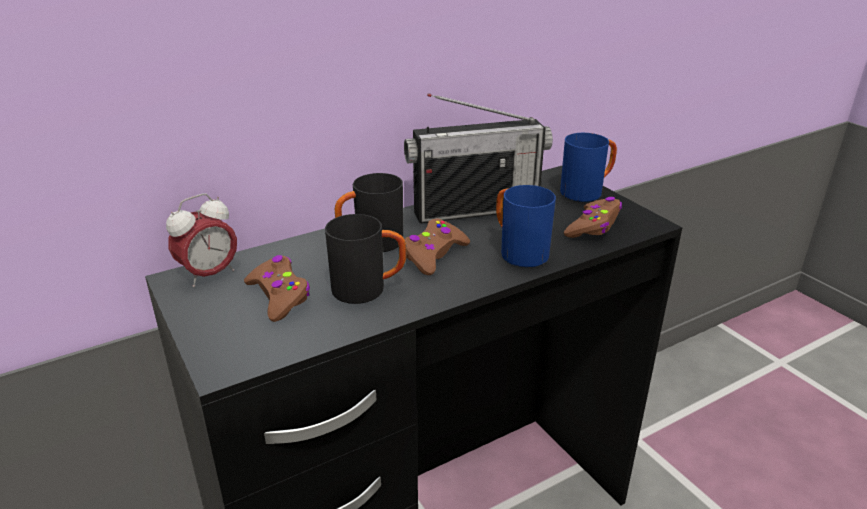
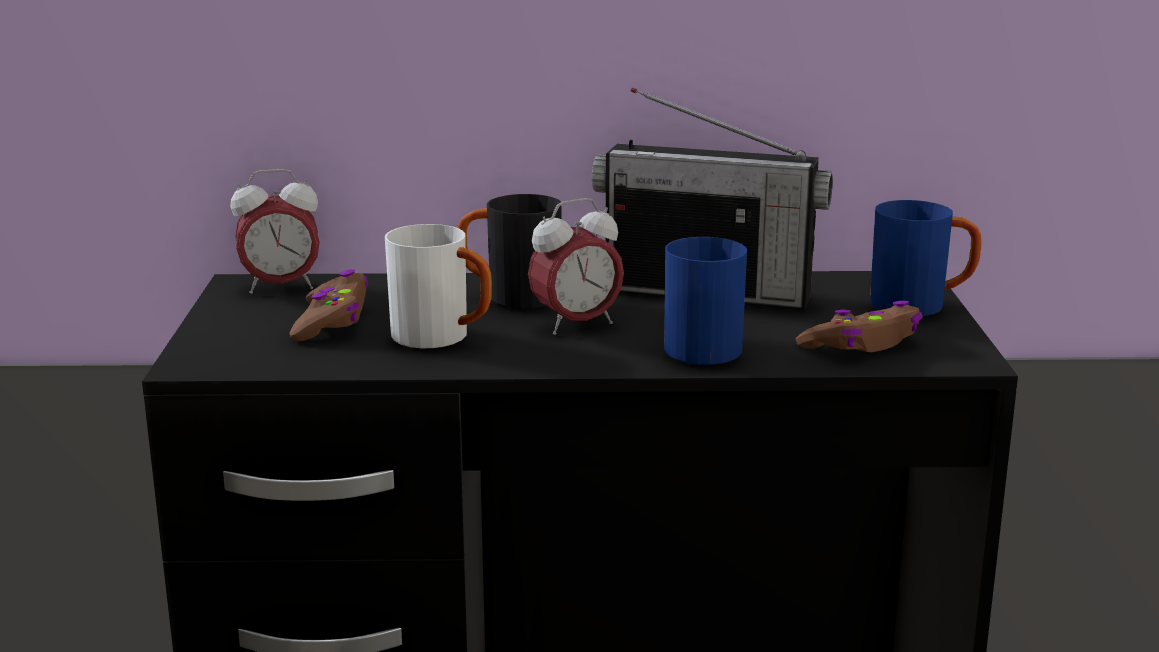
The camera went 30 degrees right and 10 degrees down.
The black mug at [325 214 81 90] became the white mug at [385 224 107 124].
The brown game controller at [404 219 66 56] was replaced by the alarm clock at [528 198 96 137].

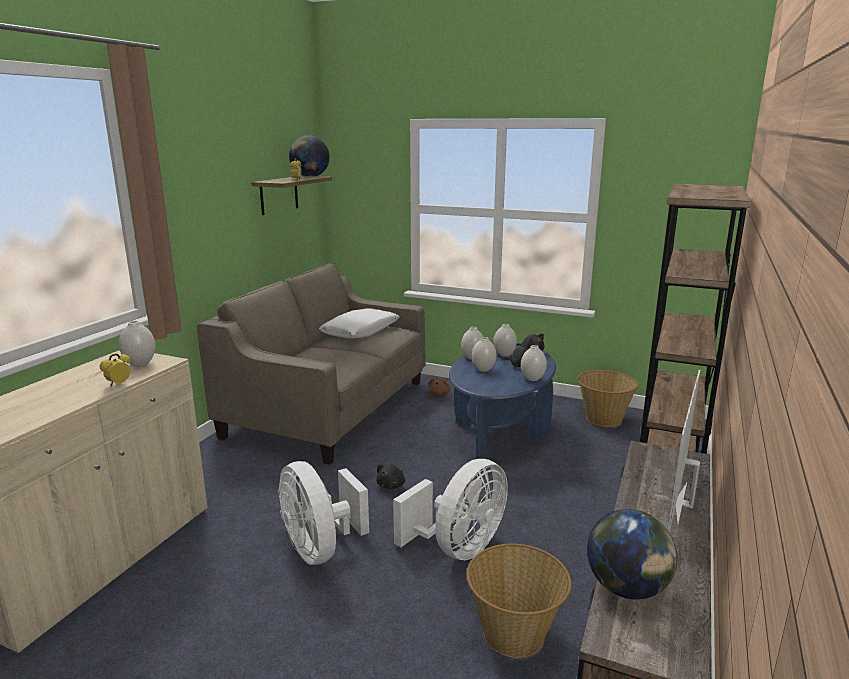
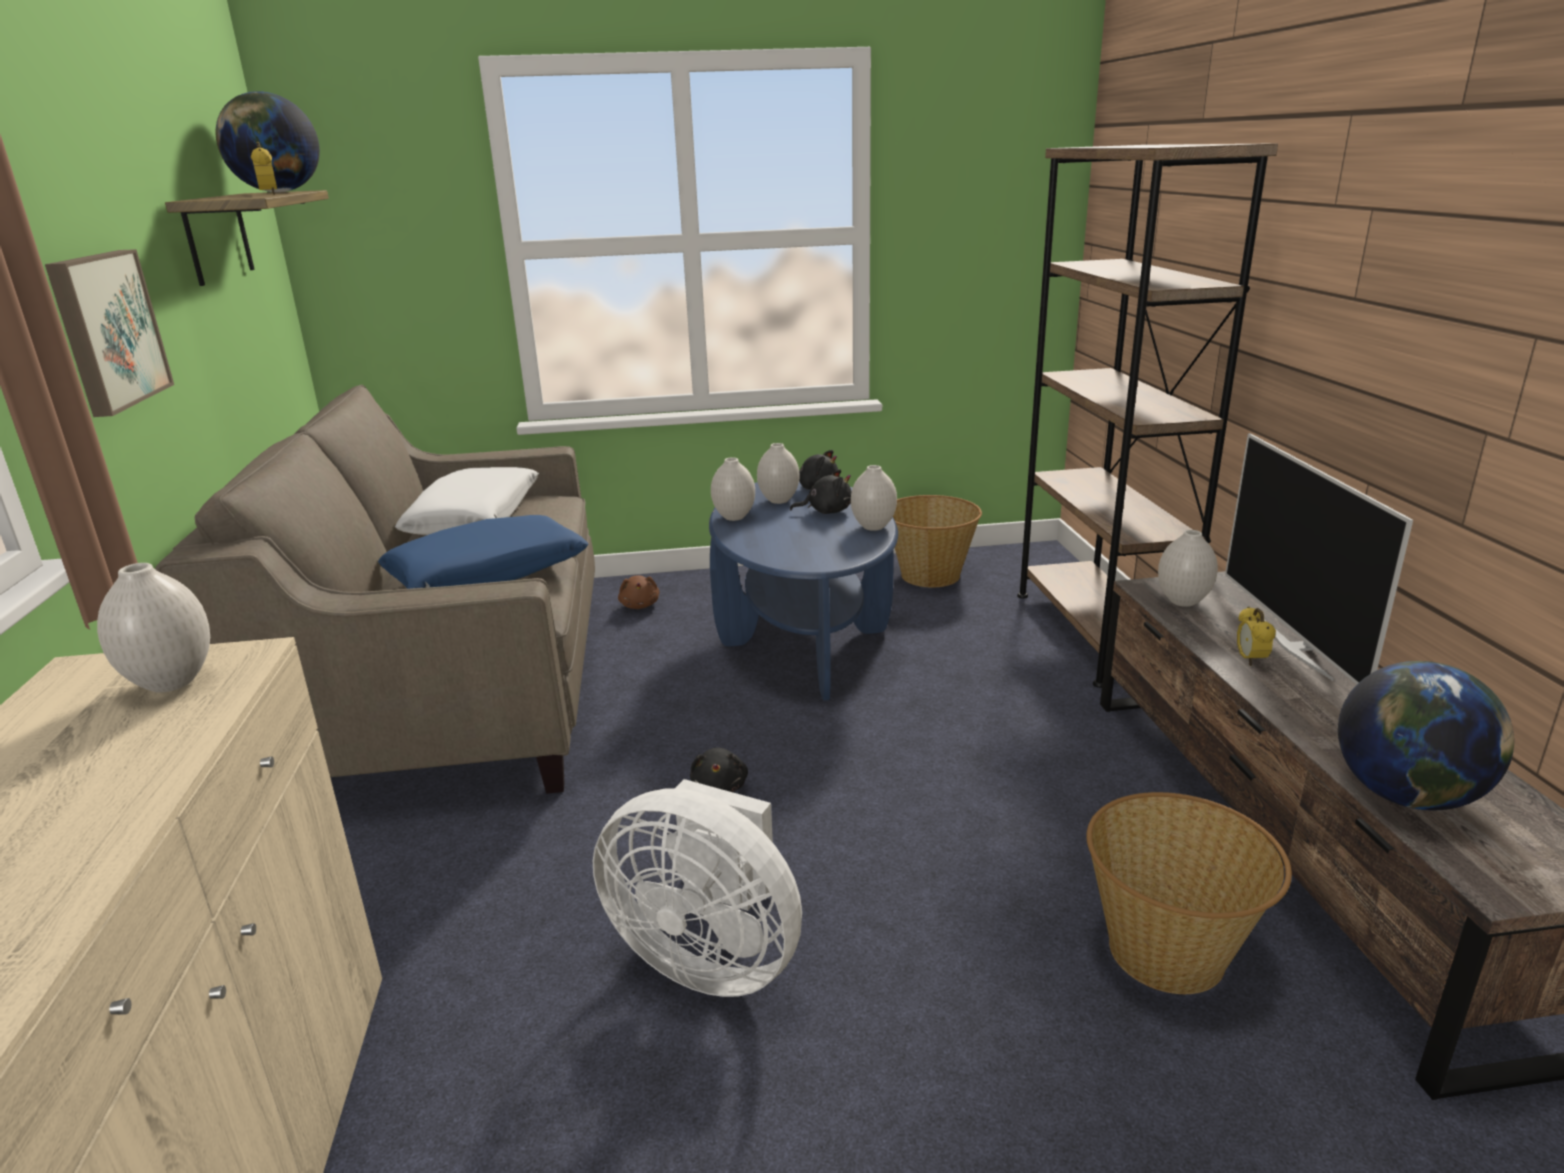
The camera went 30 degrees left and 5 degrees up.
The picture at [45 249 129 168] appeared.
The blue pillow at [378 515 211 74] appeared.
The white vase moved from [472 337 25 35] to [1158 530 60 77].
The alarm clock moved from [100 353 30 33] to [1237 607 39 59].
The white fan at [393 459 115 101] disappeared.

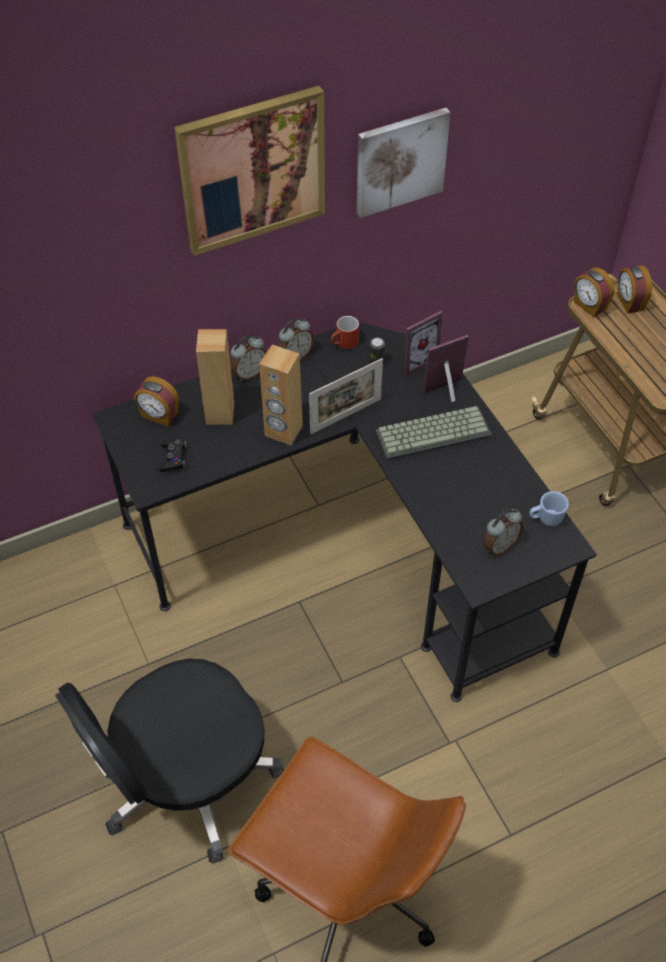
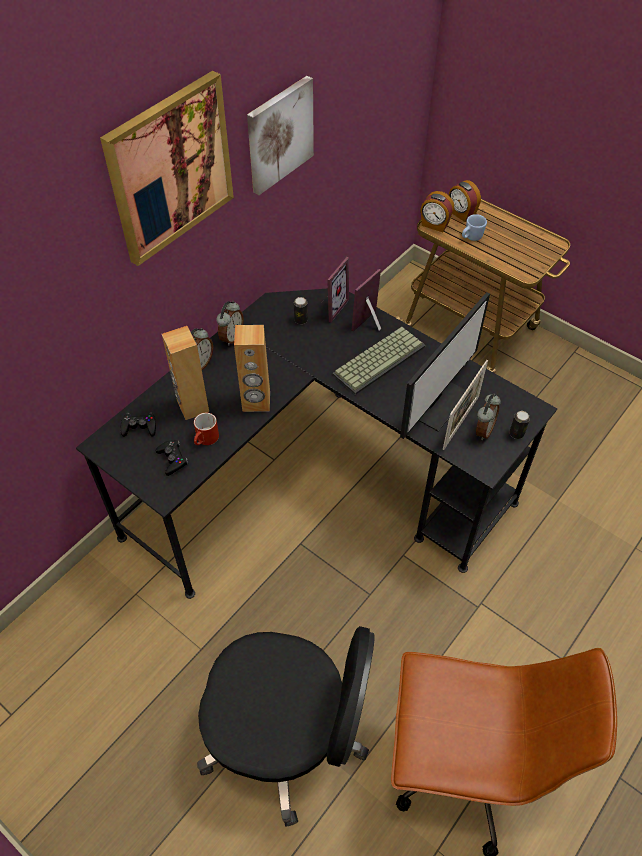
The camera went 25 degrees left and 0 degrees up.
The alarm clock at [134 376 45 50] was replaced by the black game controller at [120 412 36 25].
The red mug moved from [331 316 28 33] to [194 413 25 32].
The black office chair at [55 659 229 204] turned 105 degrees counterclockwise.
The monitor at [400 292 90 147] appeared.
The picture frame moved from [309 358 74 76] to [443 360 45 90].
The blue mug moved from [529 491 40 35] to [462 214 25 27].
The can at [509 411 21 28] appeared.

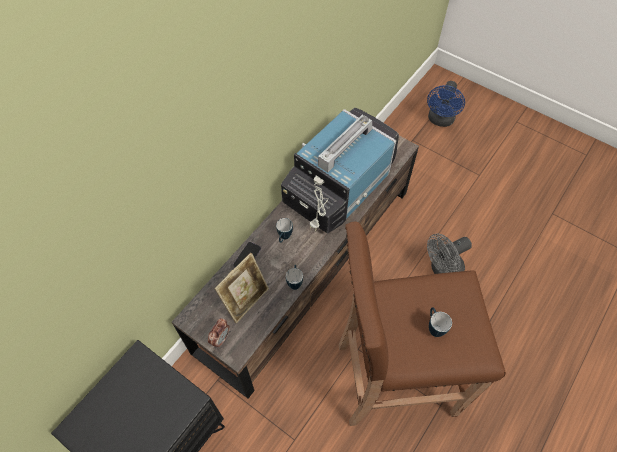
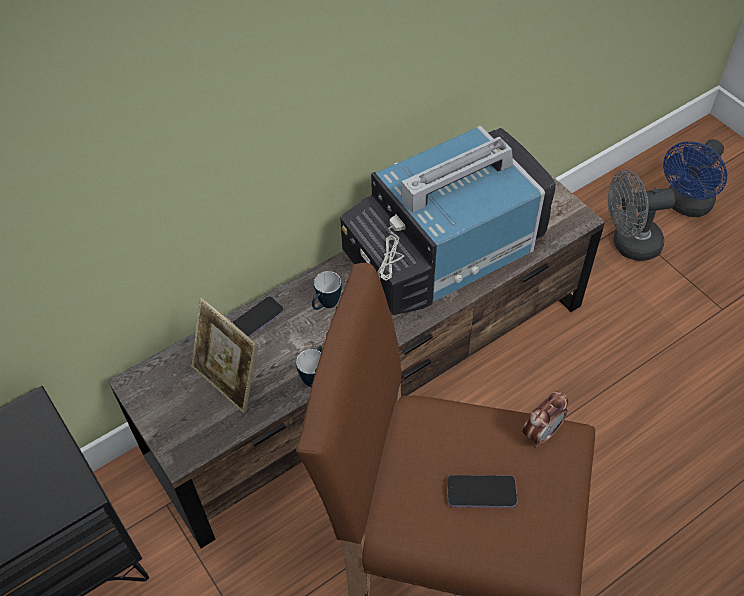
The camera went 20 degrees right and 5 degrees down.
The picture frame at [214 253 55 70] turned 75 degrees clockwise.
The mug at [429 307 23 30] was replaced by the phone at [447 475 70 33].
The alarm clock moved from [208 318 22 29] to [522 391 46 56].
The grey fan moved from [427 233 45 41] to [608 170 67 91].

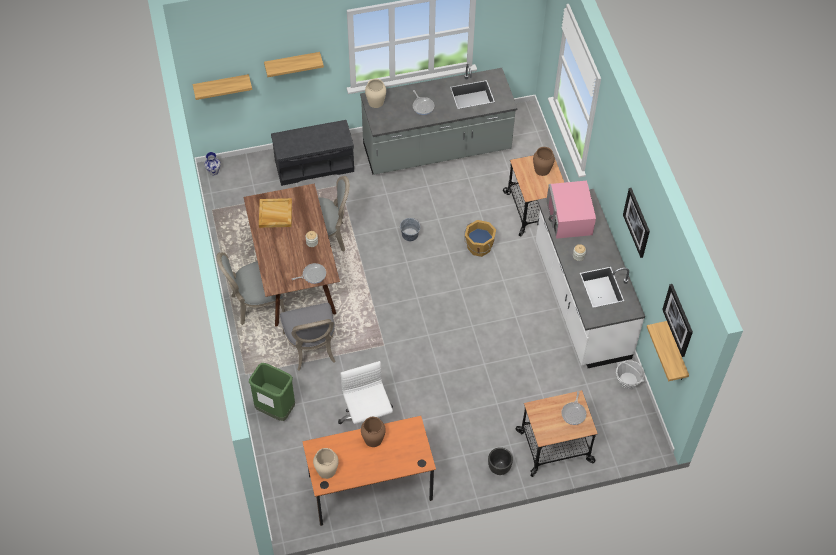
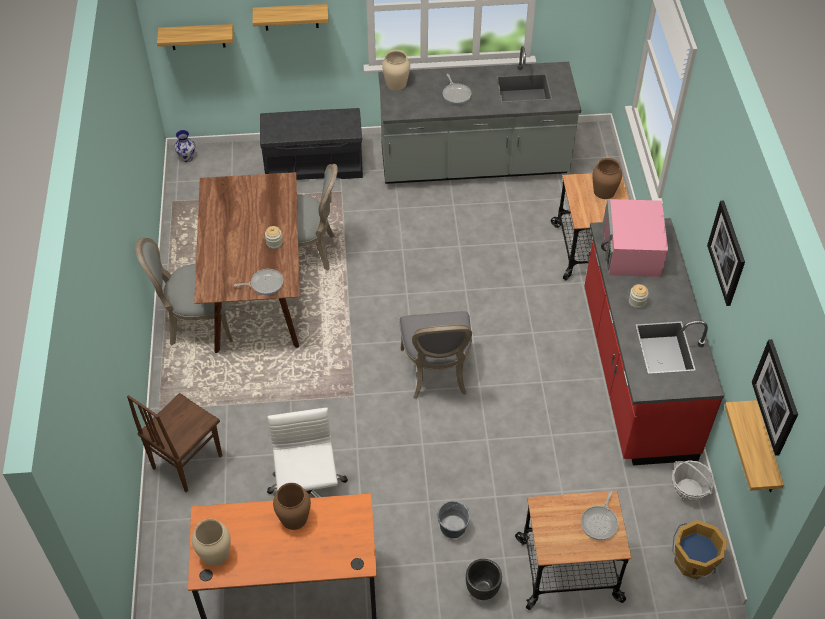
The camera went 10 degrees right and 5 degrees down.
The green trash can at [249 363 46 58] was replaced by the brown chair at [127 393 95 100].
The grey chair moved from [280 303 56 68] to [399 311 73 88].
The grey bucket moved from [400 218 20 23] to [437 501 33 37].
The white counter at [536 189 109 179] became the red counter at [584 218 140 247].
The orange bucket moved from [465 220 31 37] to [672 520 56 60].
The beige tray at [259 198 33 30] disappeared.

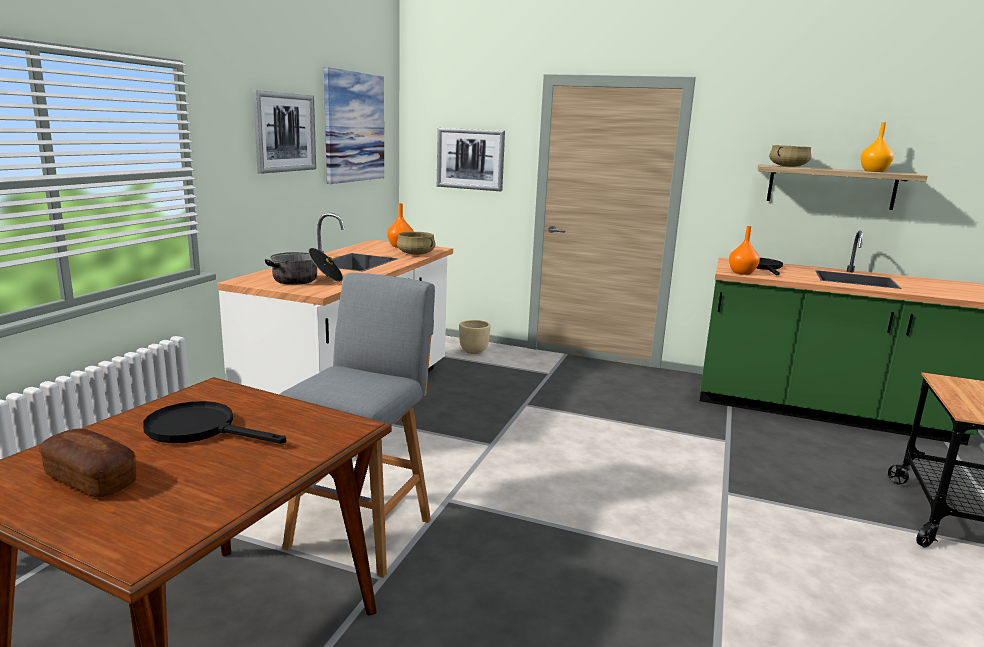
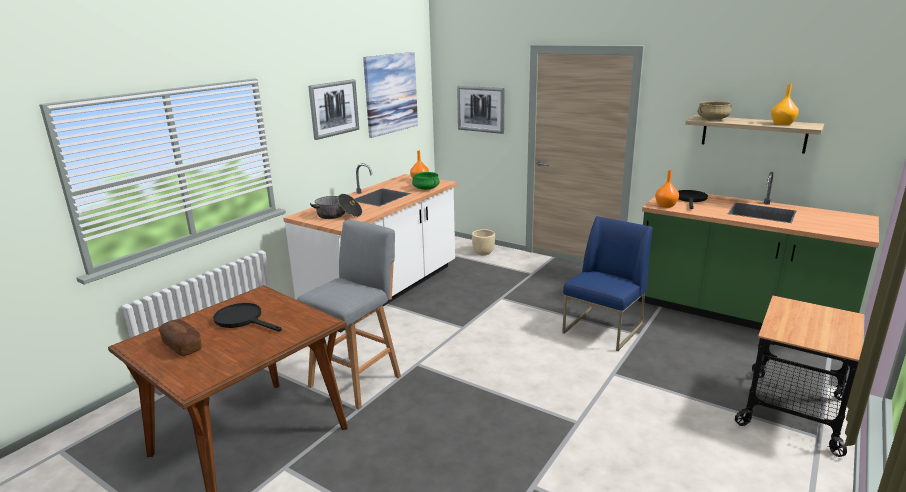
The camera went 15 degrees right and 5 degrees up.
The beige cooking pot at [397 232 39 23] became the green cooking pot at [412 172 28 18].
The blue chair at [562 216 90 135] appeared.

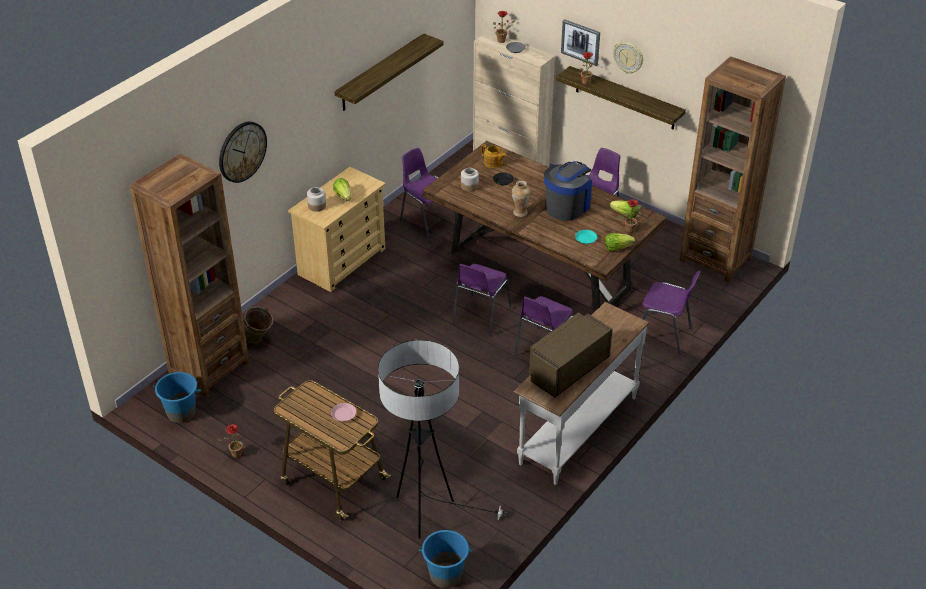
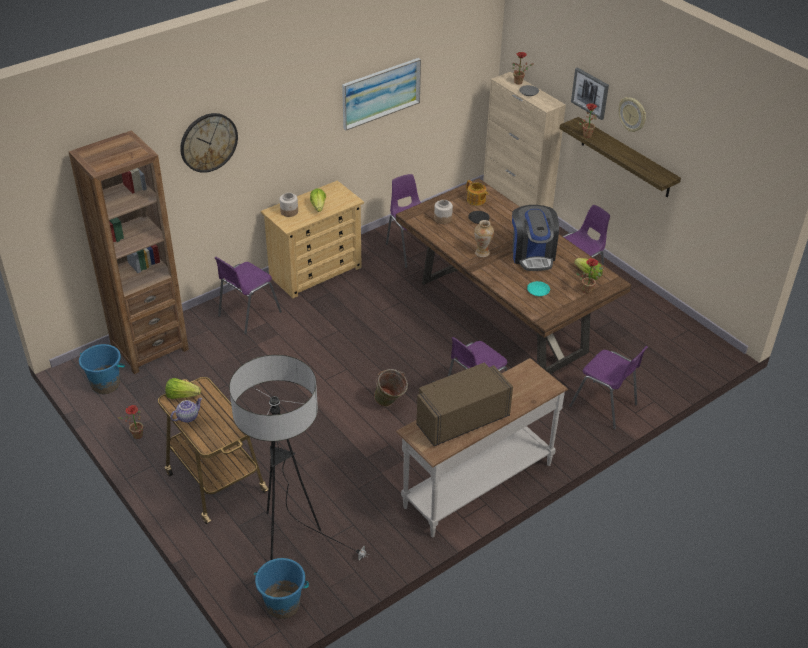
The camera went 15 degrees right and 0 degrees up.
The lettuce moved from [605 233 30 18] to [165 378 36 21].
The teapot at [170 398 32 25] appeared.
The purple chair moved from [452 264 60 72] to [215 257 67 77].
The shelf at [334 33 109 78] was replaced by the picture at [342 58 79 72].
The green bucket moved from [242 306 31 37] to [374 369 34 38].
The coffee machine at [544 161 48 60] turned 120 degrees clockwise.
The pink plate at [331 403 25 18] disappeared.
The brown bookcase at [679 56 107 227] disappeared.

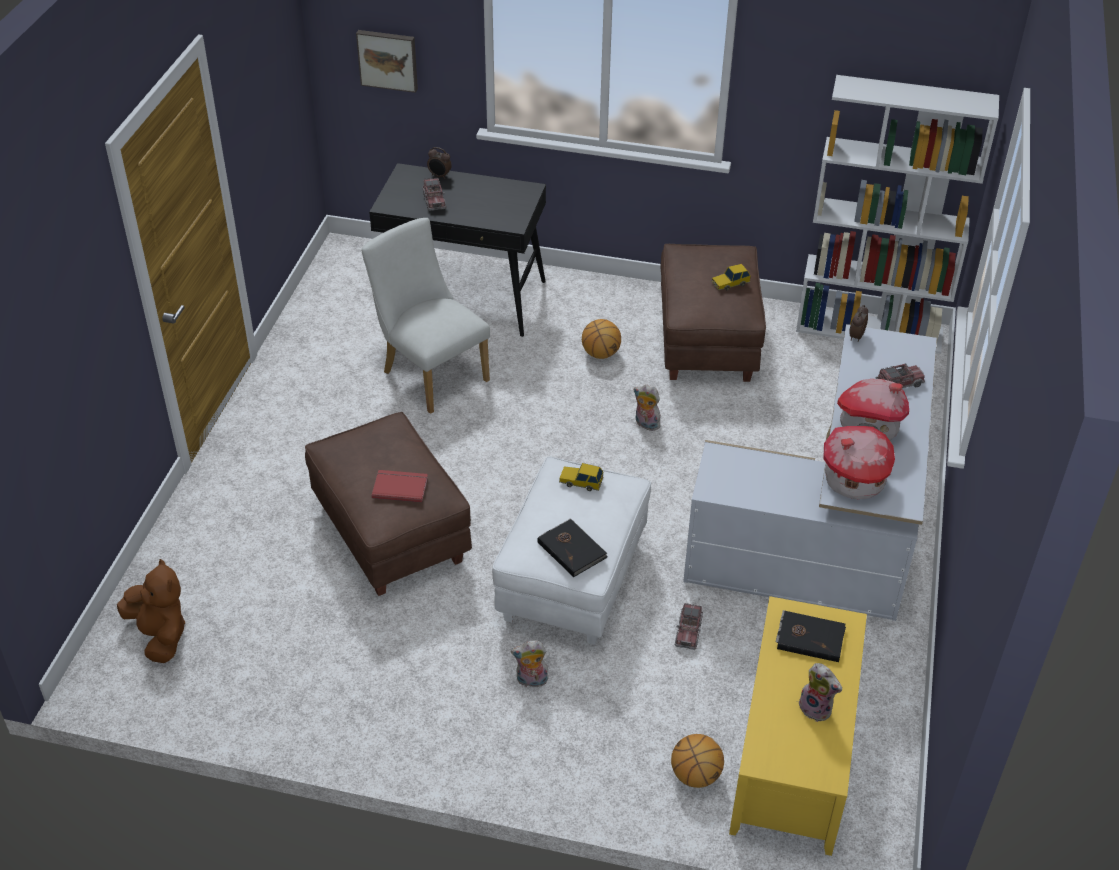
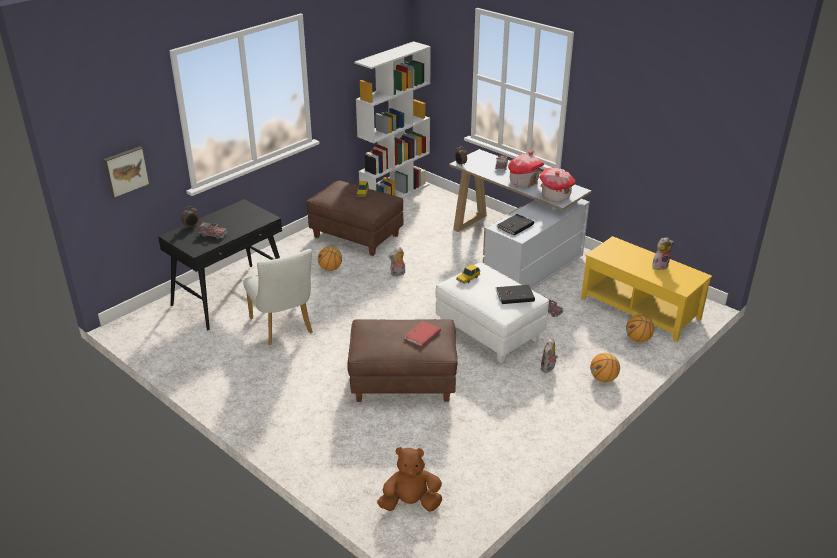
The camera went 60 degrees left and 10 degrees down.
The white chair at [362 218 128 196] turned 105 degrees counterclockwise.
The black book moved from [776 610 70 52] to [496 214 38 22].
The basketball at [590 353 30 29] appeared.

